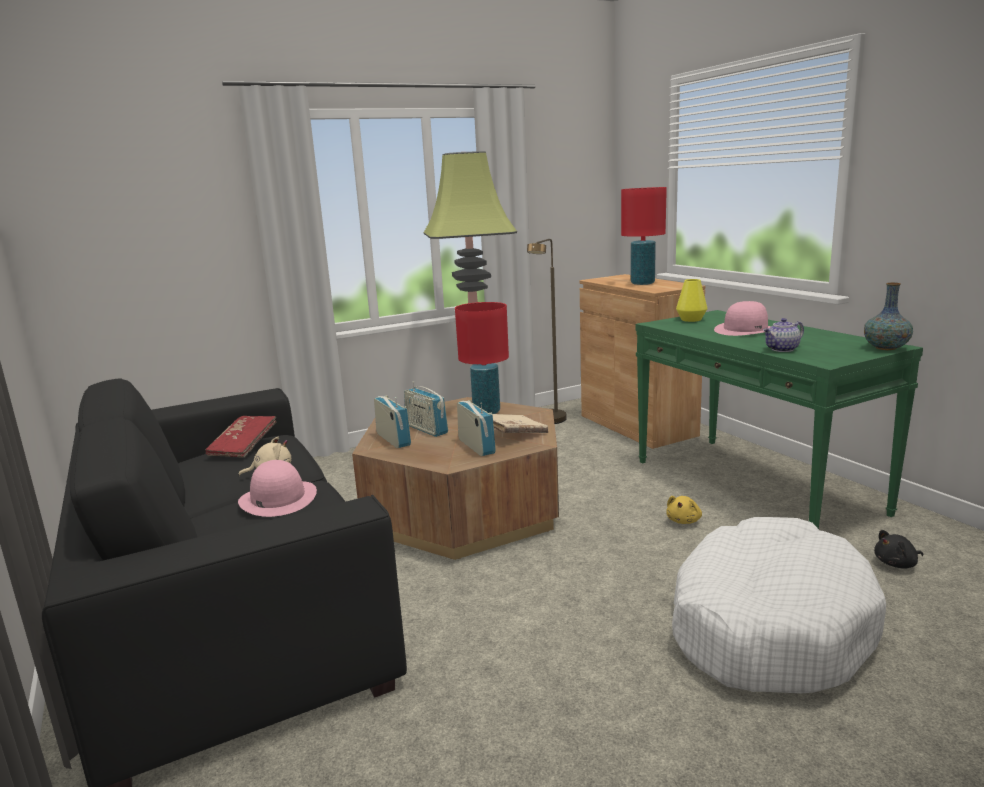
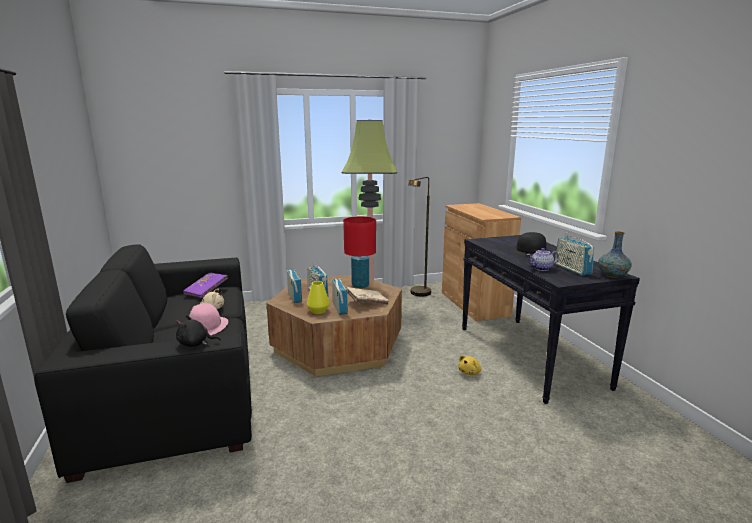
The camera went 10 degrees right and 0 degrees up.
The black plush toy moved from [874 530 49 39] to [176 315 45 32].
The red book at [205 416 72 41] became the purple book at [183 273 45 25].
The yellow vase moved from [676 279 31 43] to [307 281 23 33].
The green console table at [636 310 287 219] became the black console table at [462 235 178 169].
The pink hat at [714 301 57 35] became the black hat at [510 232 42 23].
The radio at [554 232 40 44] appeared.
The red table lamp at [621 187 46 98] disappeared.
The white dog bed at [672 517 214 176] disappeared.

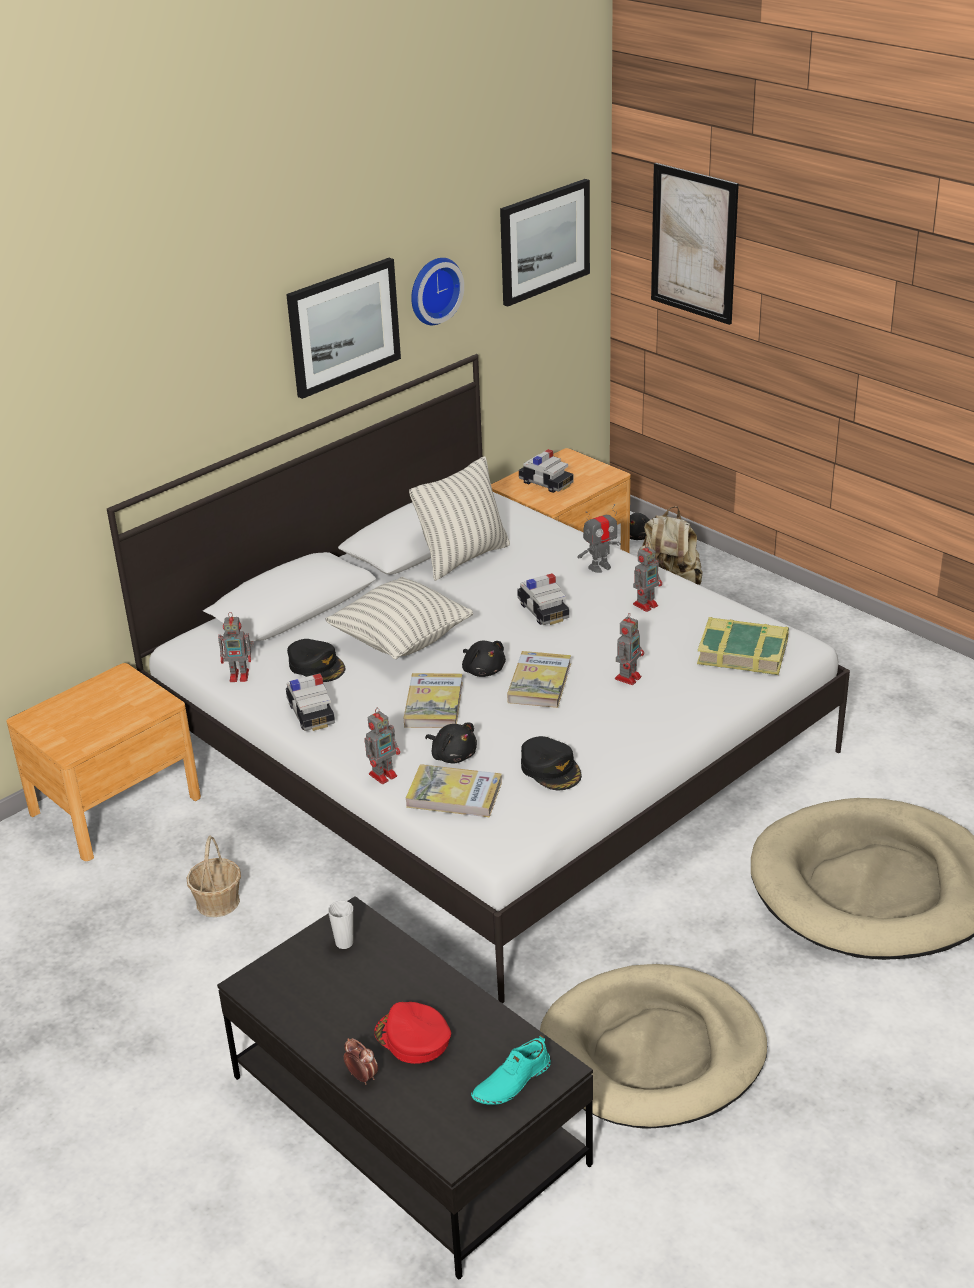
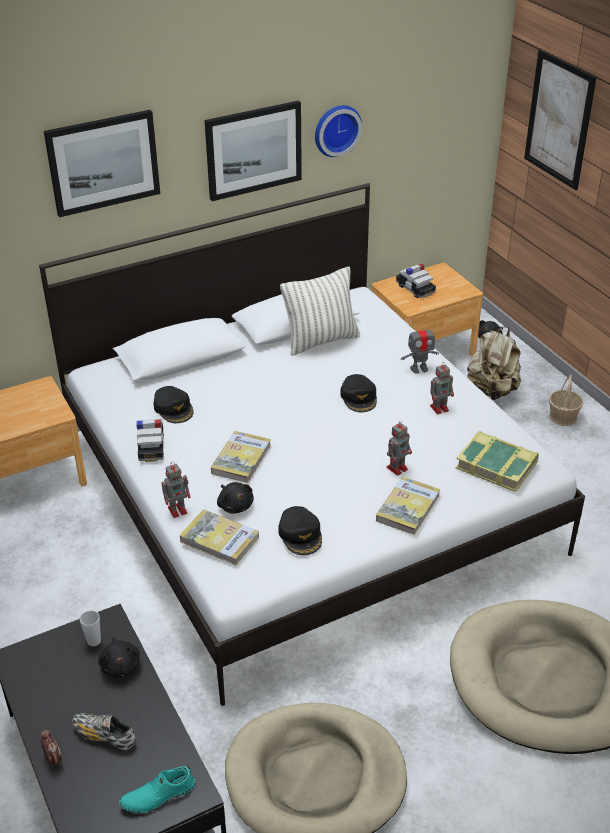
The camera went 15 degrees right and 5 degrees up.
The picture moved from [500 179 90 128] to [44 110 116 107].
The red cap at [374 1002 77 62] was replaced by the shoe at [72 713 64 37].
The black plush toy moved from [462 641 44 36] to [98 637 42 41].
The toy car at [517 573 52 52] was replaced by the black cap at [340 374 37 38].
The book moved from [507 651 64 57] to [376 477 65 58].
The basket moved from [187 836 54 81] to [549 374 35 52].
The toy robot at [218 612 36 70] disappeared.
The pillow at [325 577 148 82] disappeared.

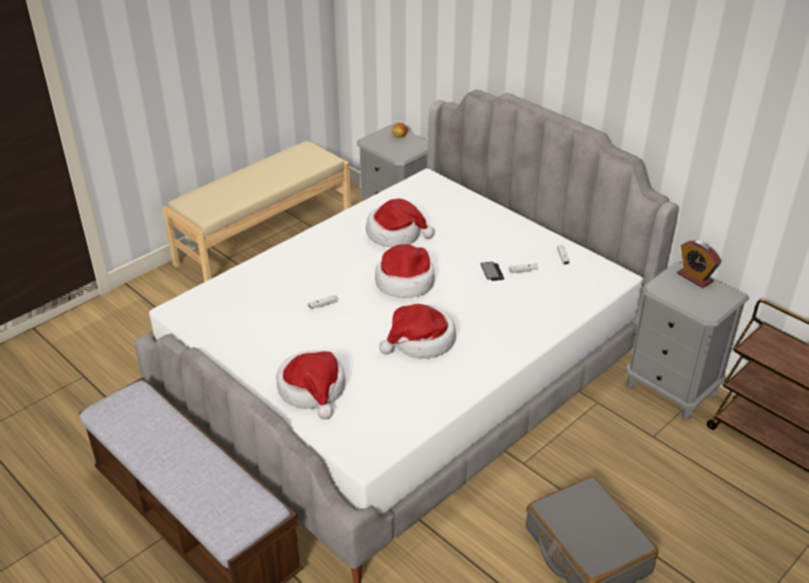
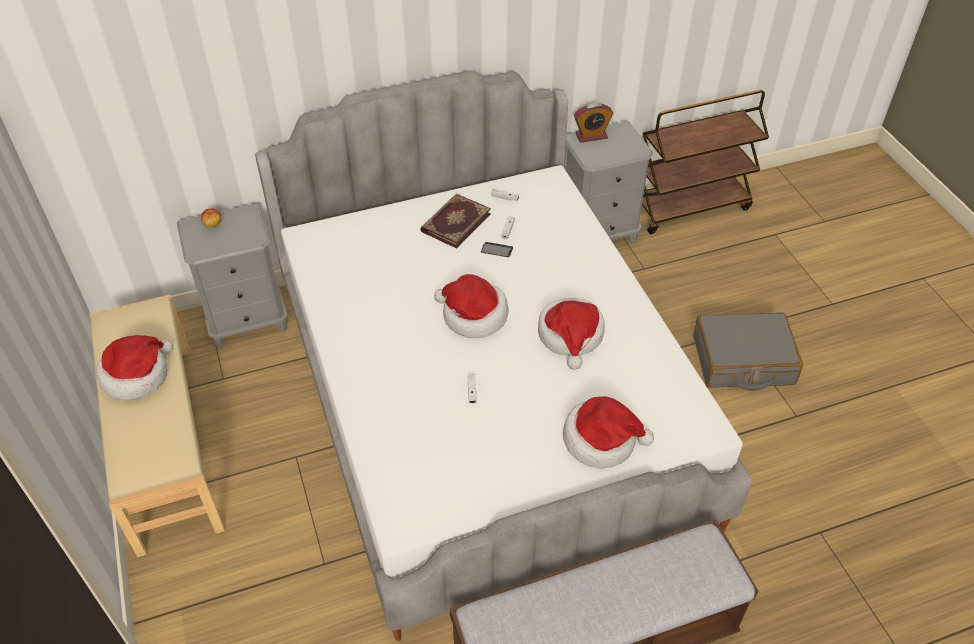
The camera went 65 degrees left and 10 degrees up.
The hat moved from [366 198 69 49] to [96 335 77 65].
The book at [420 194 71 55] appeared.

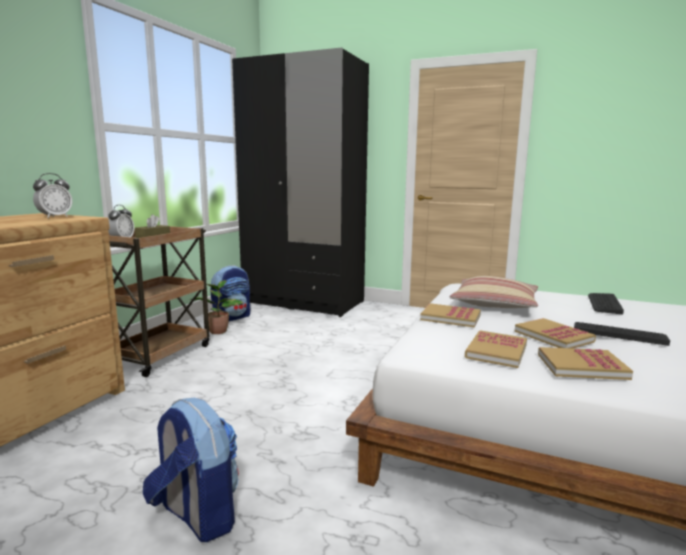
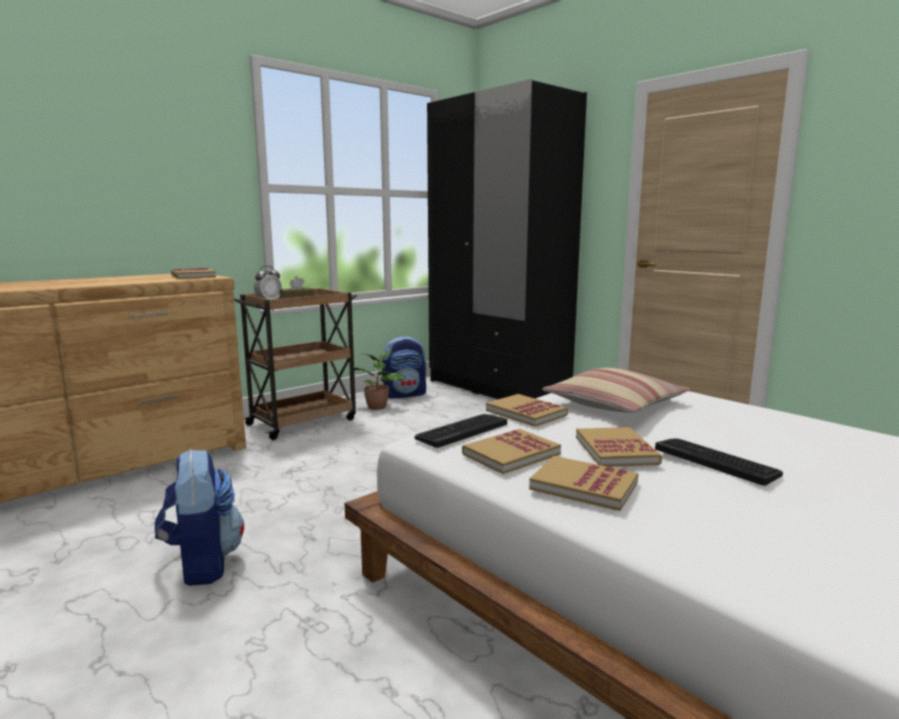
The camera went 25 degrees right and 0 degrees up.
The alarm clock at [33 173 39 45] was replaced by the book at [171 268 45 11].
The keyboard moved from [588 293 36 21] to [414 414 93 34].

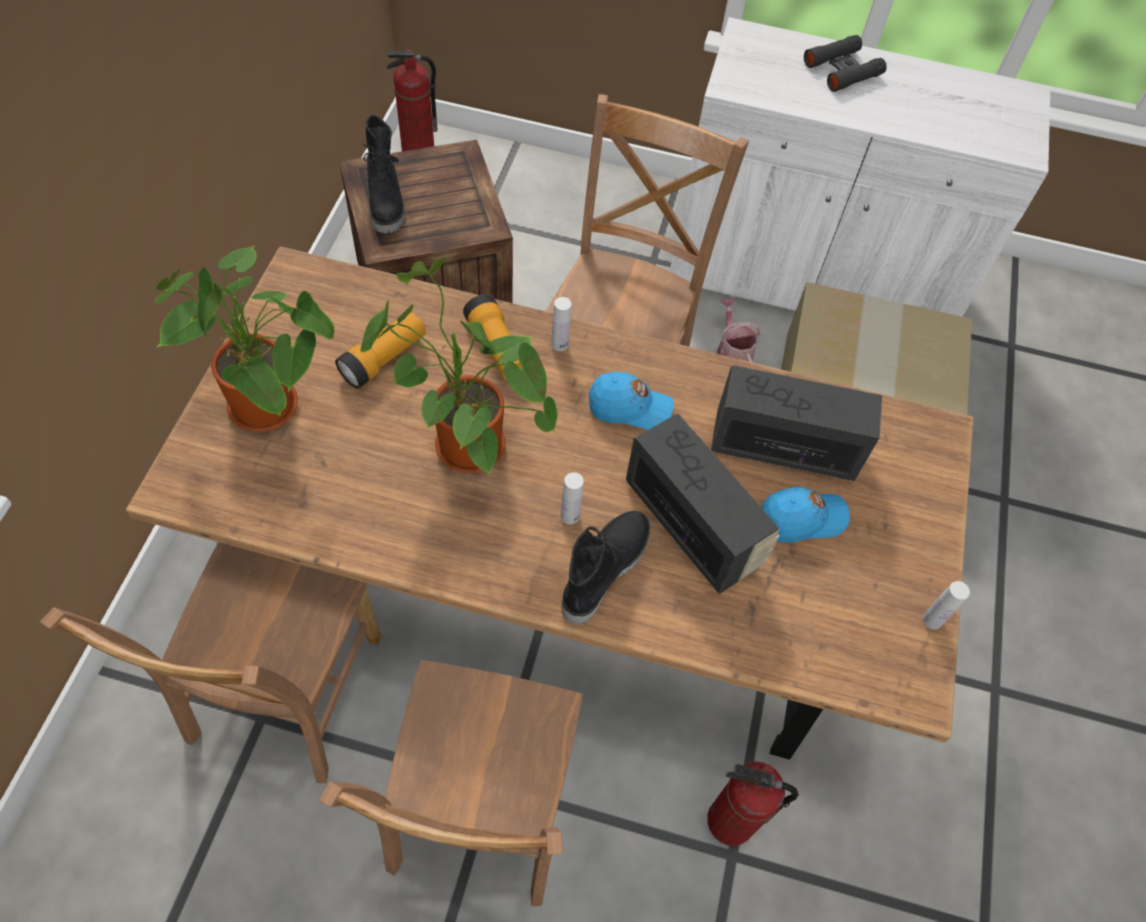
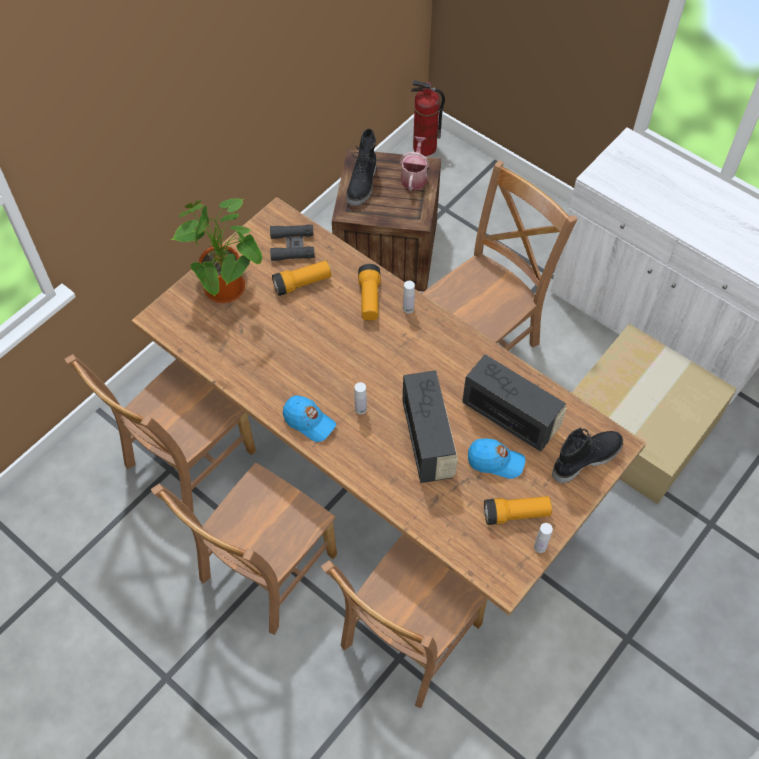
The camera went 30 degrees right and 0 degrees up.
The black binoculars moved from [804 35 83 57] to [270 224 45 37].
The blue cap moved from [589 372 85 58] to [283 395 53 47].
The fire extinguisher at [707 761 92 85] was replaced by the brown chair at [321 534 166 174].
The watering can moved from [717 298 43 64] to [400 136 30 55].
The flashlight at [484 496 68 29] appeared.
The black boot moved from [562 511 88 114] to [552 427 71 56].
The potted plant at [360 257 198 219] disappeared.

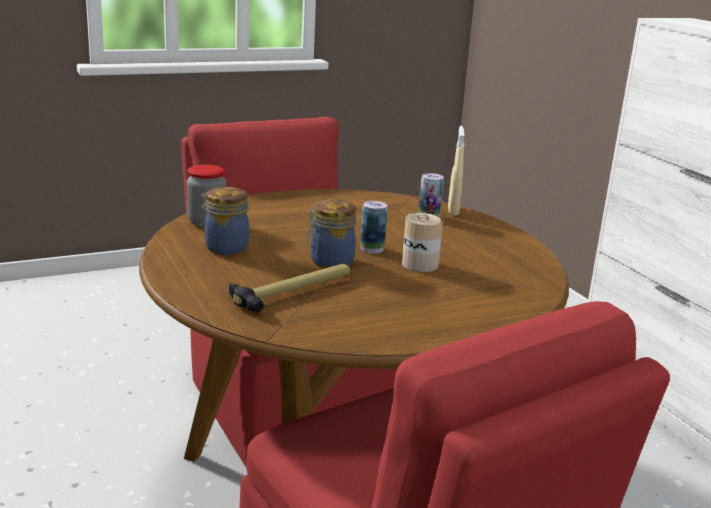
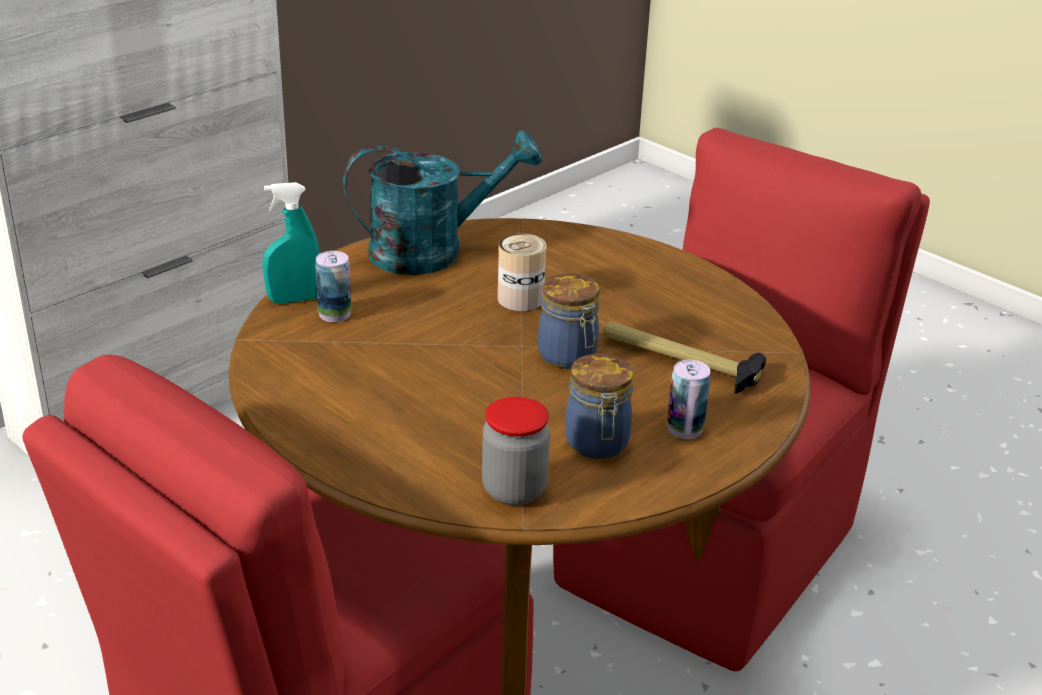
The camera went 110 degrees left and 10 degrees up.
The beige spray bottle at [448 126 17 89] became the turquoise spray bottle at [262 182 58 121].
The turquoise watering can at [343 130 199 145] appeared.
The can moved from [360 201 27 53] to [667 360 44 79].

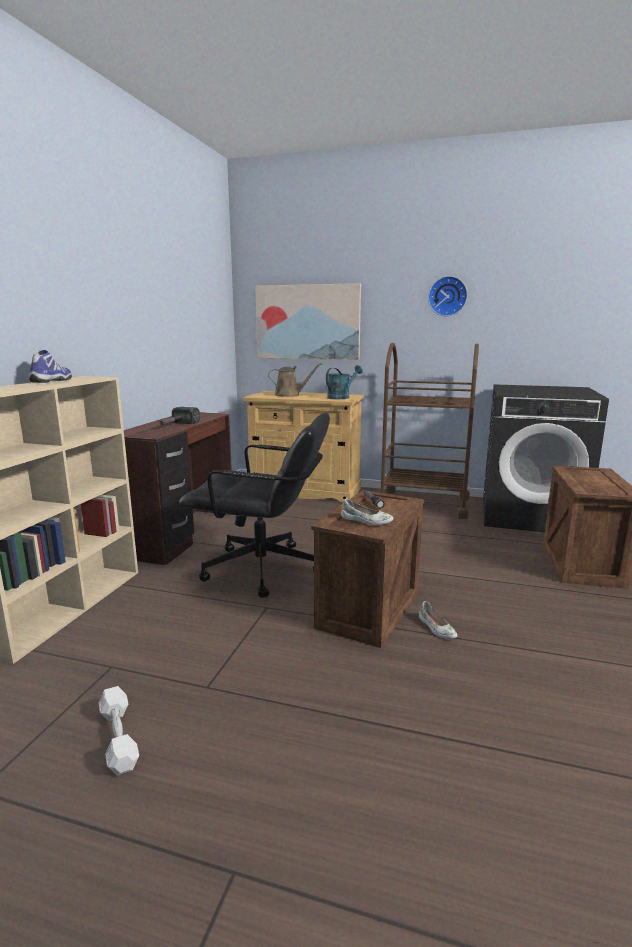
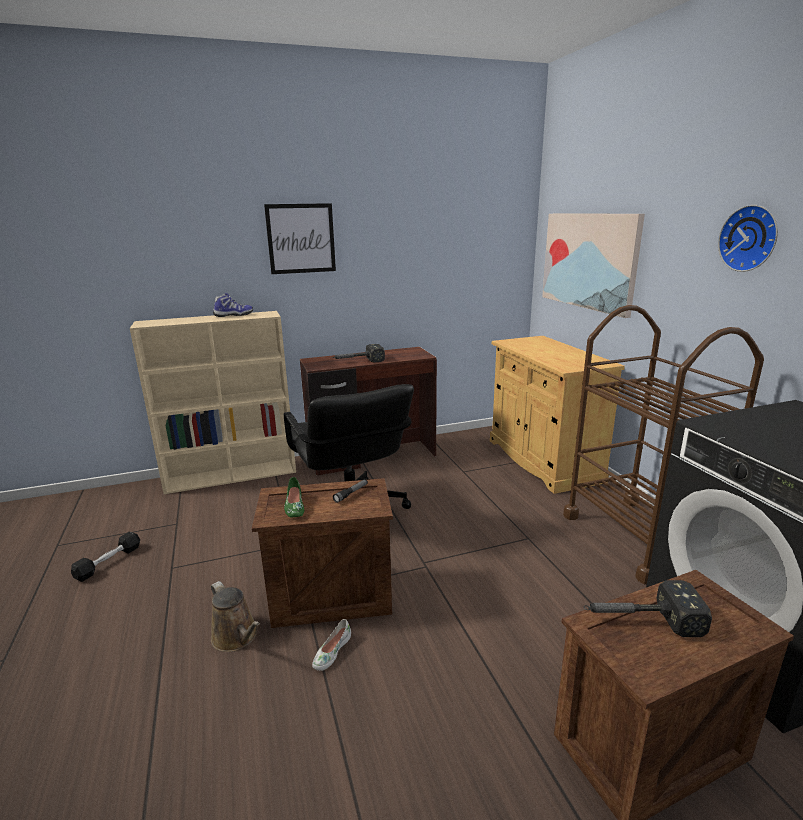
The camera went 55 degrees right and 5 degrees up.
The white dumbbell at [99 686 40 90] became the black dumbbell at [71 532 69 50].
The brown watering can moved from [268 363 54 34] to [211 581 49 71].
The picture at [264 203 72 71] appeared.
The white shoe at [341 498 52 27] became the green shoe at [284 477 20 41].
The hammer at [584 580 128 57] appeared.
The turquoise watering can at [326 365 37 34] disappeared.

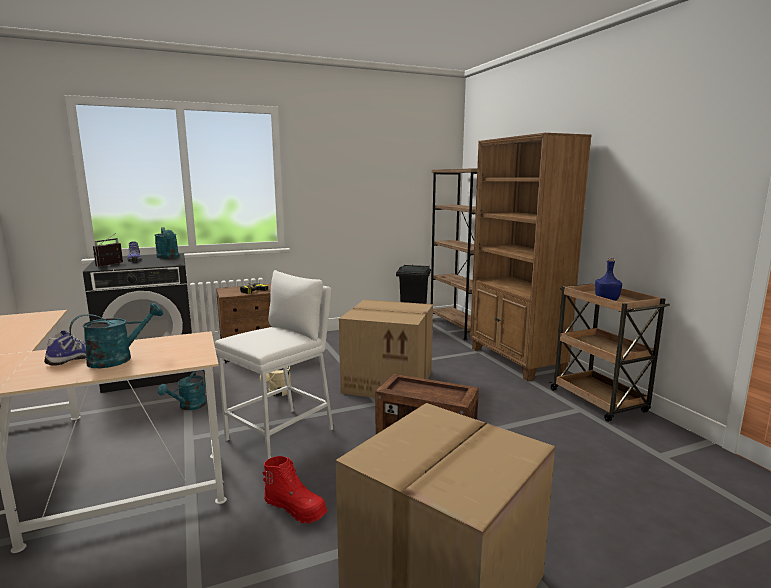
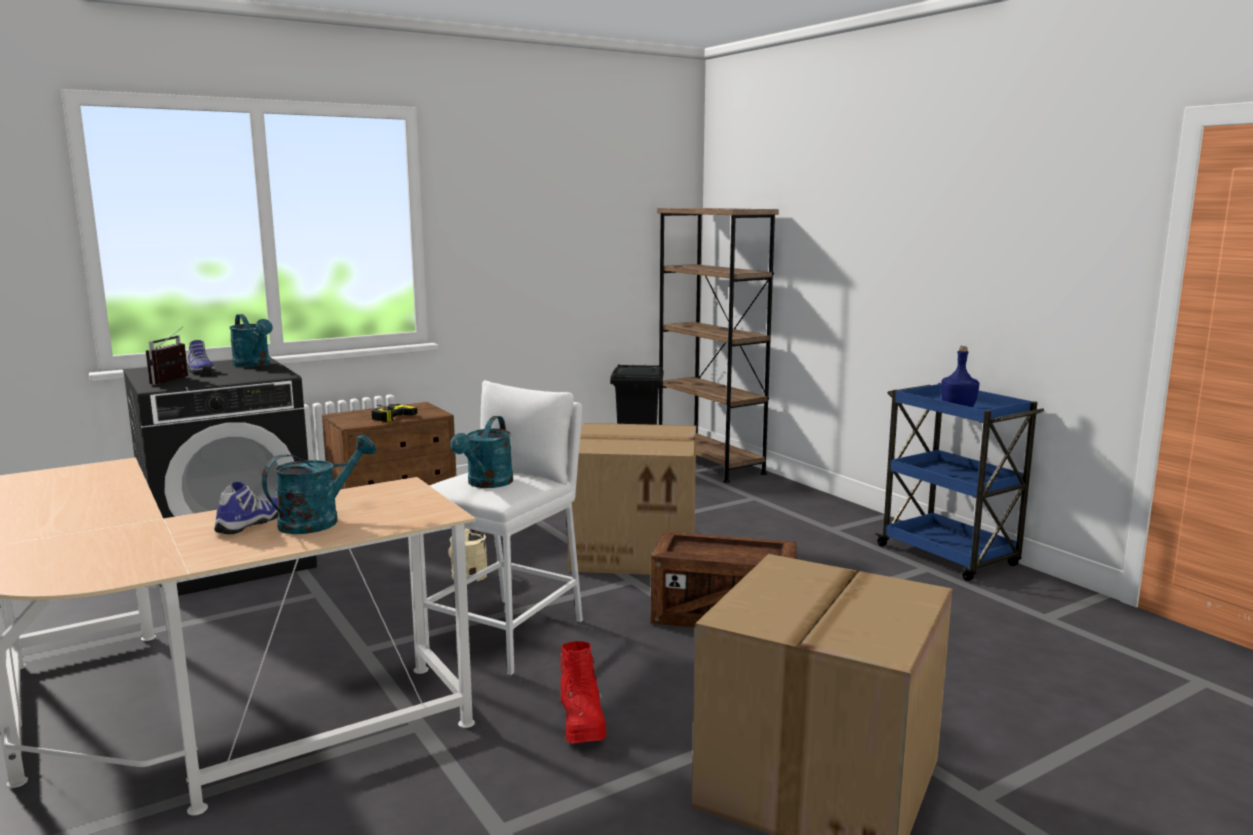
The camera went 10 degrees left and 0 degrees up.
The turquoise watering can moved from [158 370 49 40] to [450 416 63 72].
The red boot at [263 456 64 68] turned 60 degrees clockwise.
The brown cart at [550 284 120 138] became the blue cart at [875 383 169 198].
The brown bookcase at [470 133 121 248] disappeared.

